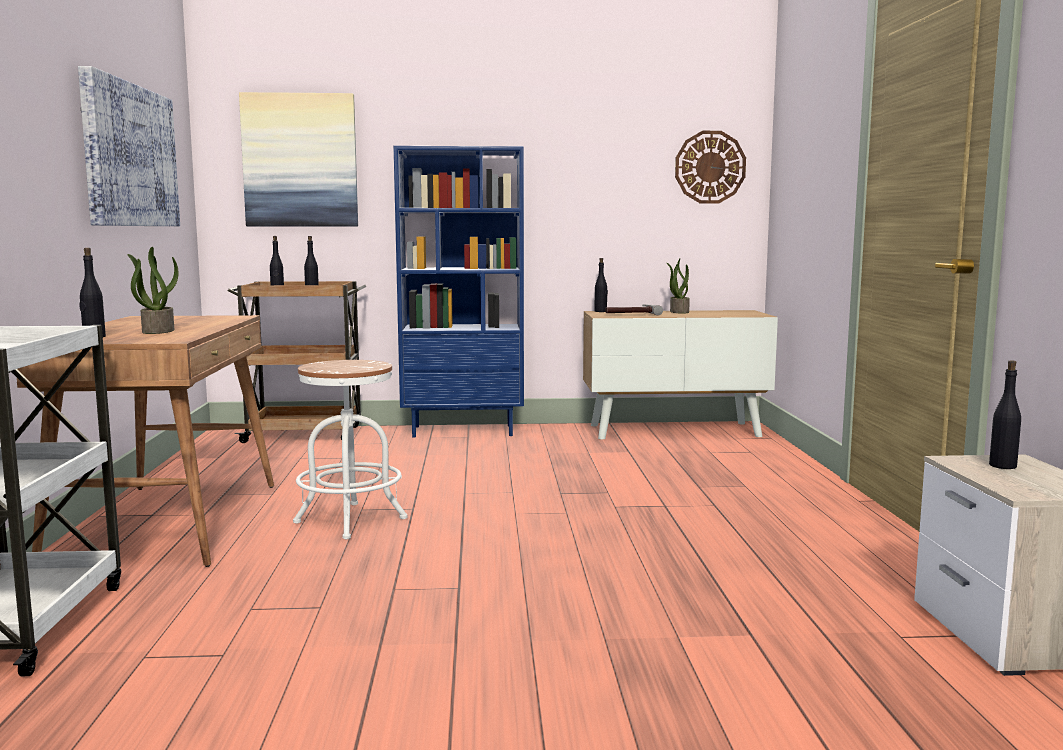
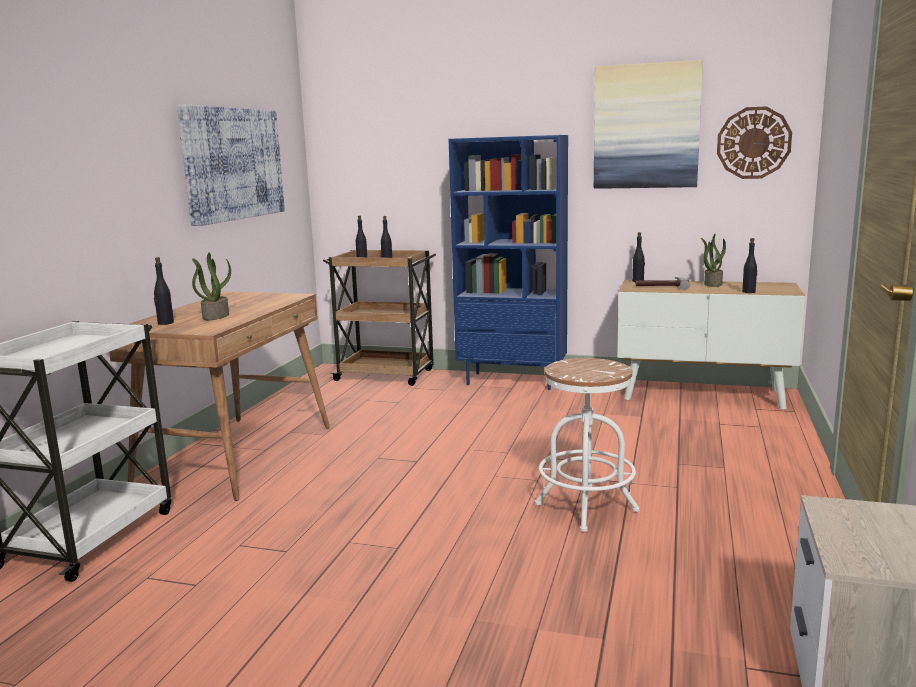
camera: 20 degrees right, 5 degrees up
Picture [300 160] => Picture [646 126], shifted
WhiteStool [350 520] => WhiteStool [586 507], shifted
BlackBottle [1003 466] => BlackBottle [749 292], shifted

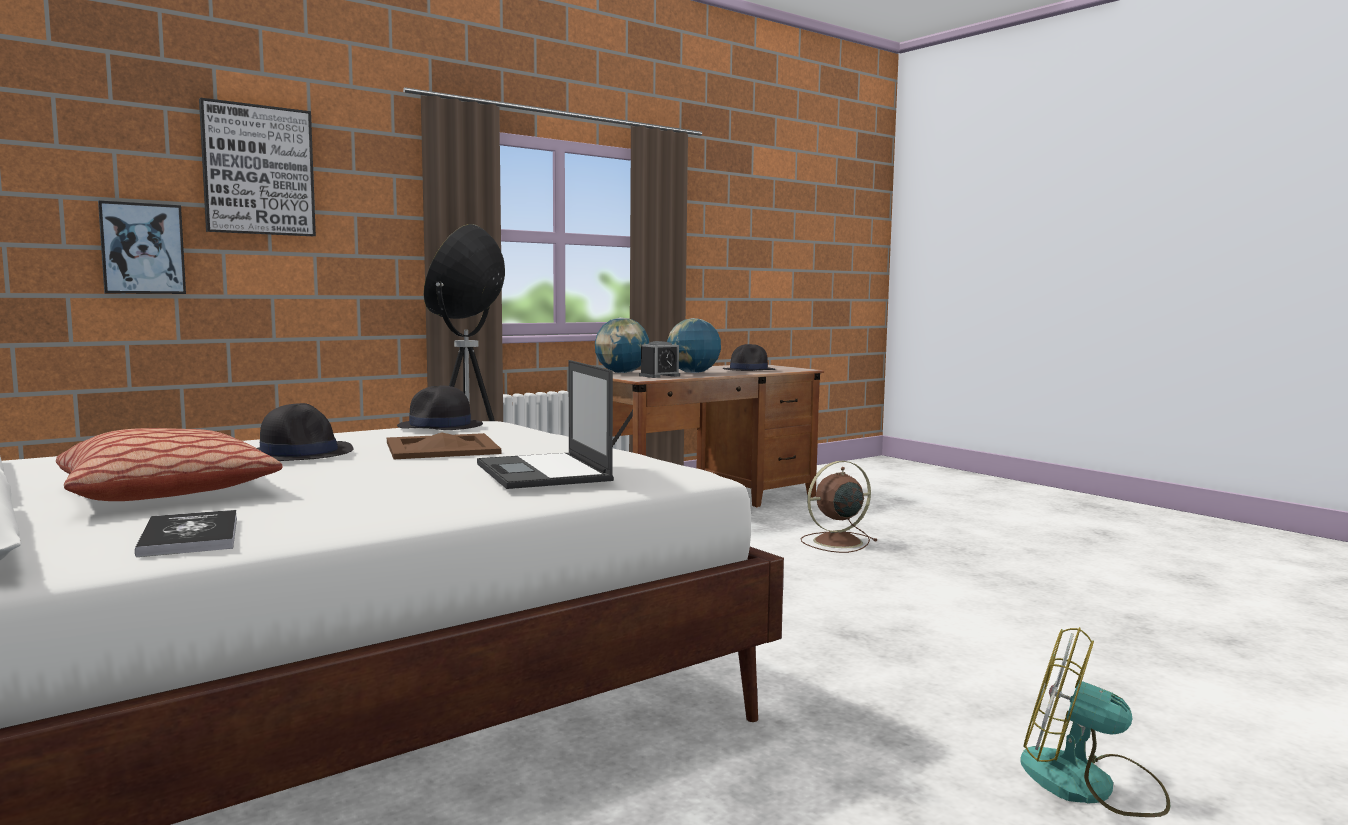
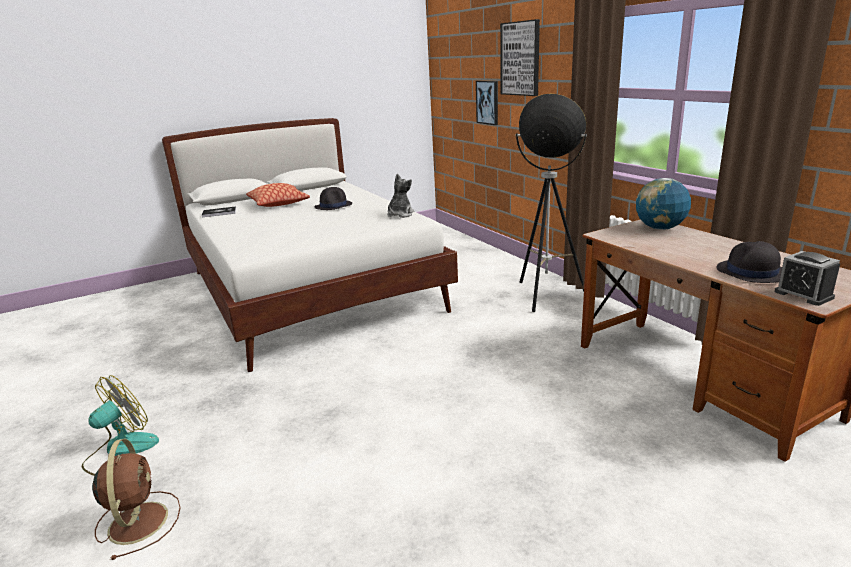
camera: 100 degrees right, 15 degrees up
Globe [693 373] => nothing
AlarmClock [659 376] => AlarmClock [803 295], shifted
Laptop [544 472] => nothing
BlackHat [440 427] => PlushToy [400 214]
BrownTray [441 448] => nothing
BrownFan [835 542] => BrownFan [138 520], shifted

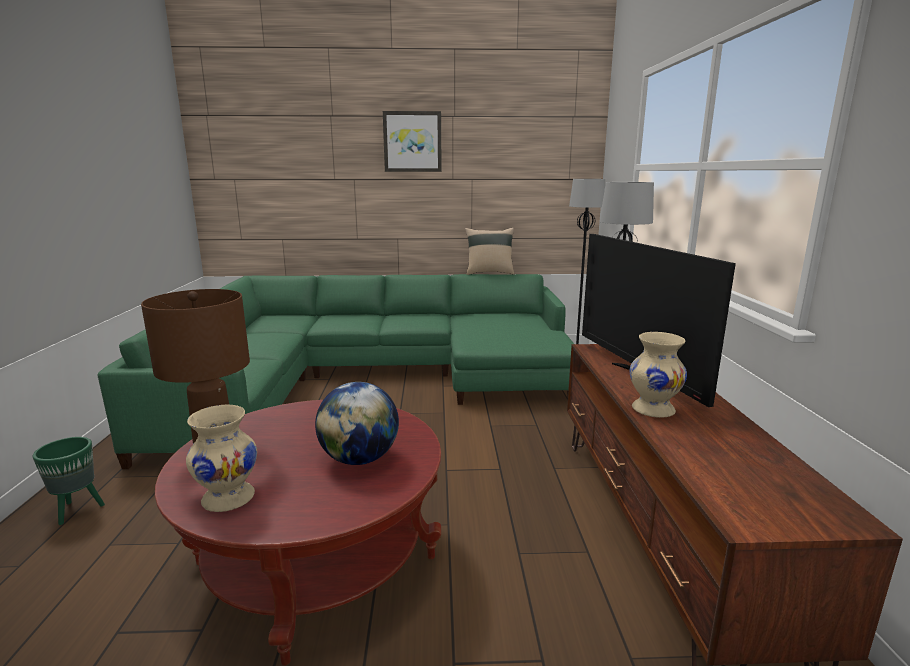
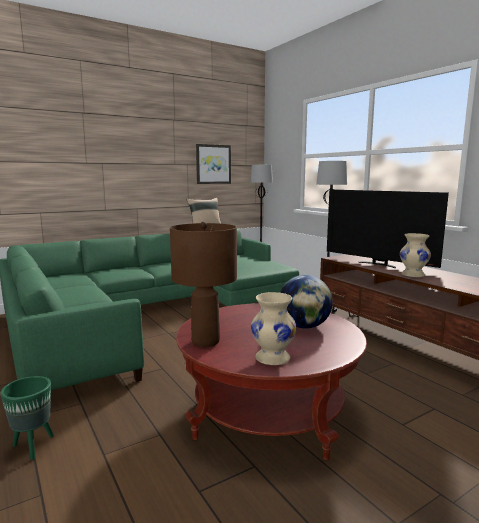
camera: 30 degrees left, 5 degrees down
Picture [412 142] => Picture [213 164], shifted

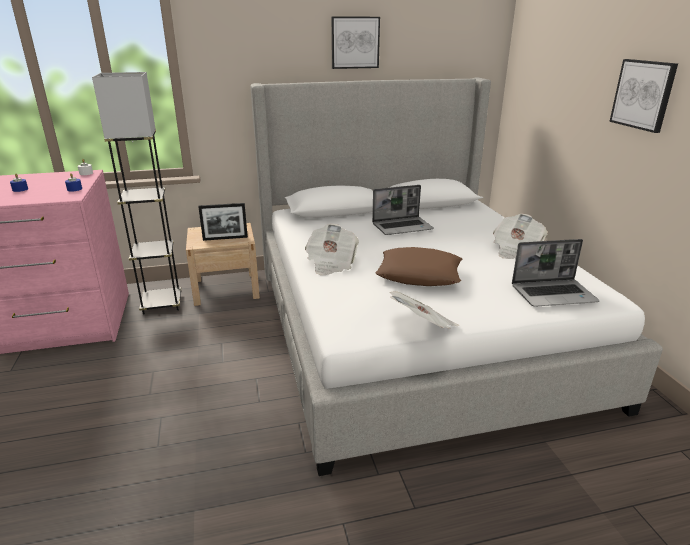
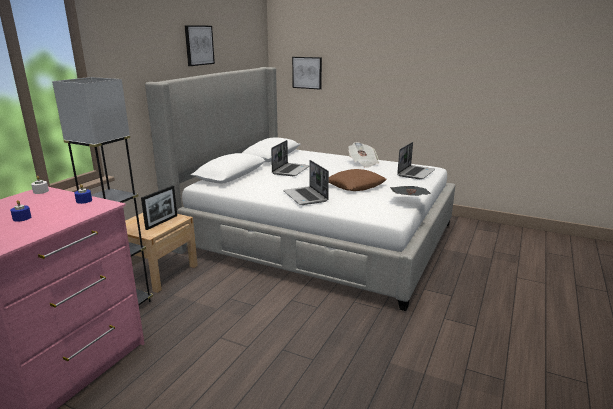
camera: 50 degrees left, 5 degrees down
Picture [643 94] => Picture [307 72], shifted
Newspaper [331 263] => Laptop [306 197]

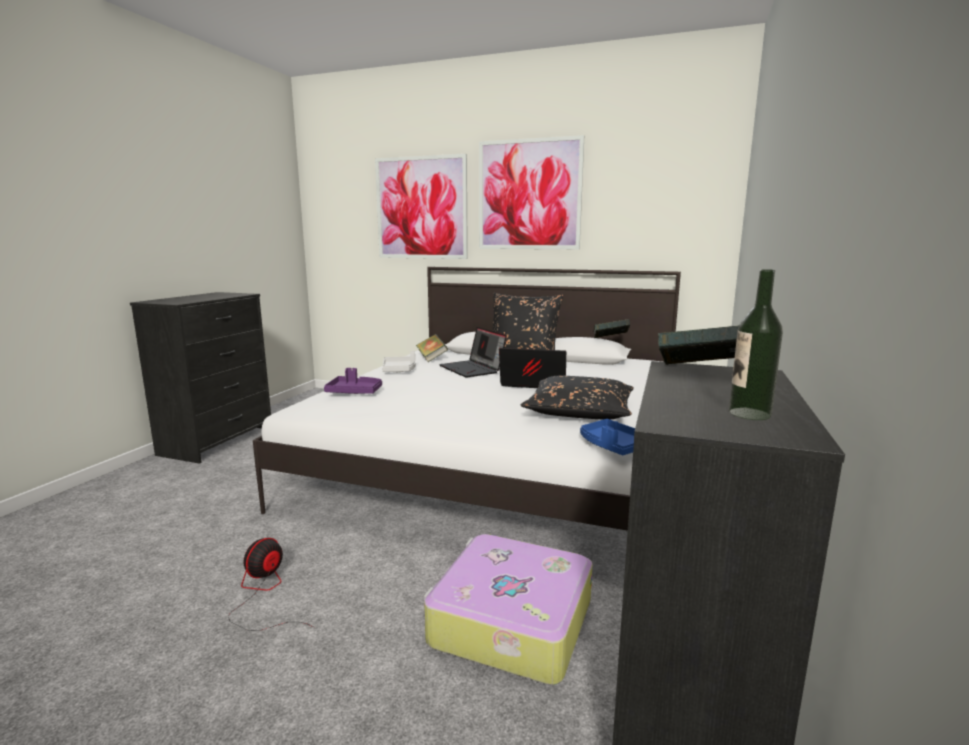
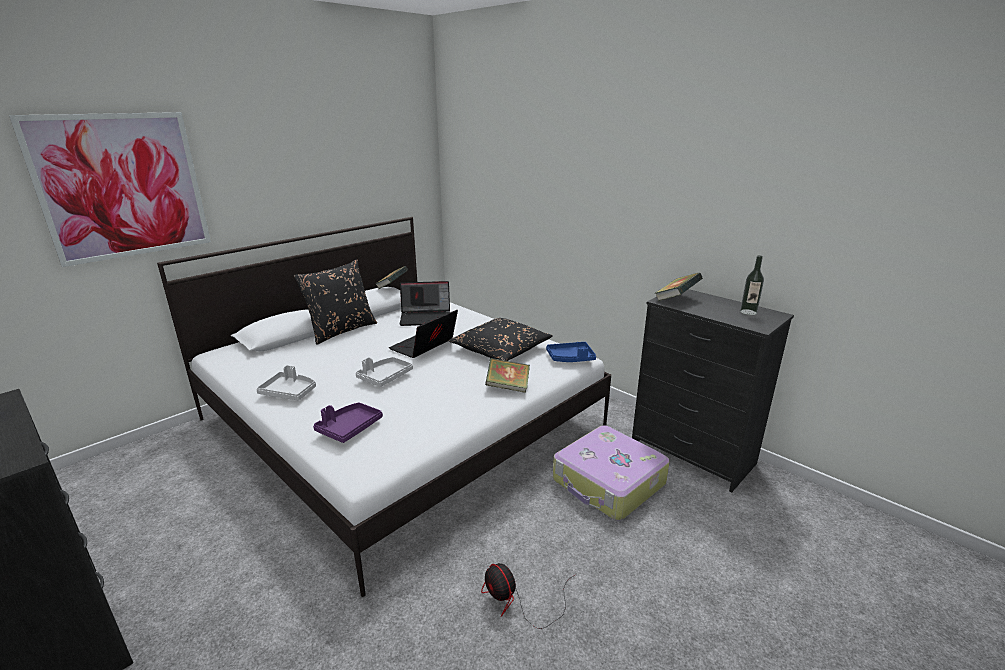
camera: 65 degrees left, 10 degrees up
Picture [529 195] => nothing
Laptop [473 369] => Laptop [426 317], shifted
Book [431 358] => Book [507 387], shifted
nothing => GreyTray [385 377]

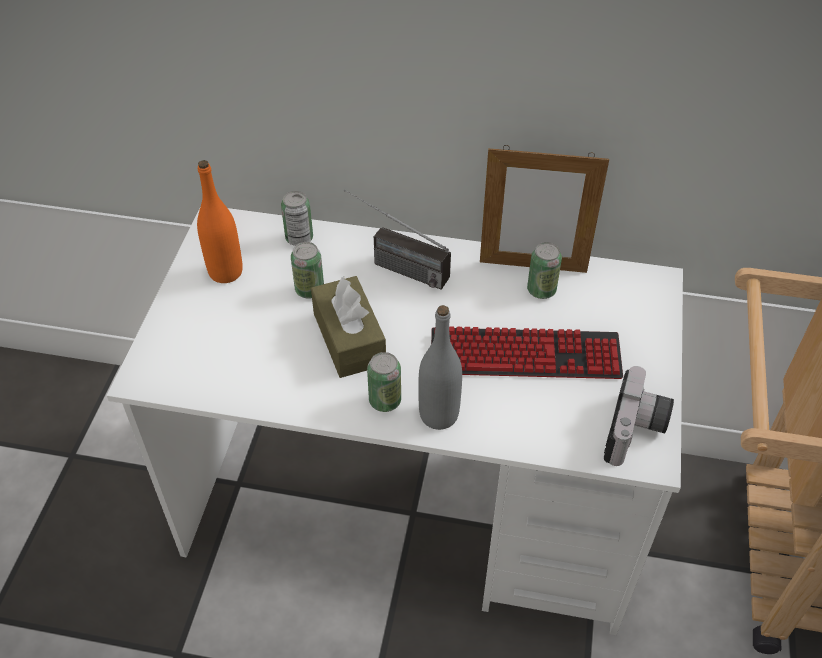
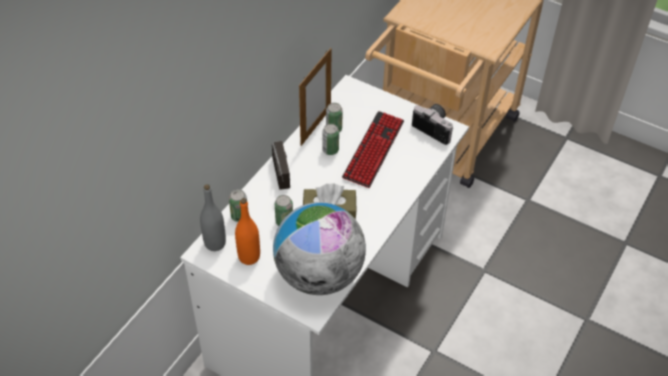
camera: 70 degrees left, 0 degrees up
Radio [392 265] => Radio [284 181], 60 degrees counterclockwise
GreyBottle [439 415] => GreyBottle [215 243], shifted
Can [385 401] => Can [330 150], shifted
nothing => Globe [319 275]

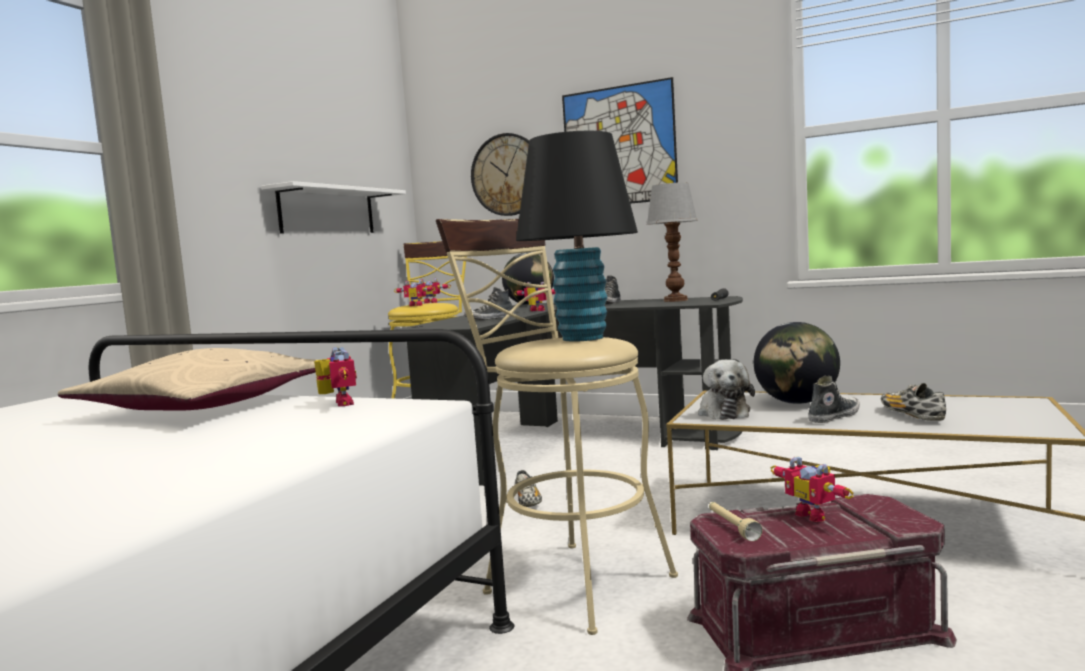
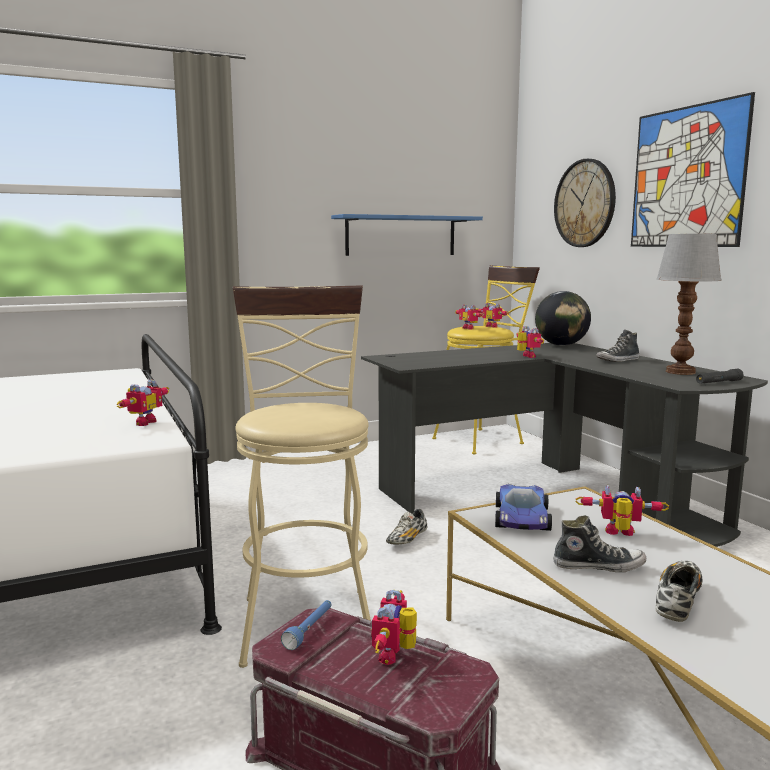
camera: 40 degrees right, 5 degrees up
BlackTableLamp [583 338] => nothing
WhiteShelf [327 211] => BlueShelf [401 235]
Shoe [490 318] => nothing
Globe [797 402] => ToyRobot [620 534]
BeigePillow [208 406] => nothing
PlushToy [723 412] => ToyCar [522 518]
BeigeFlashlight [732 527] => BlueFlashlight [310 630]

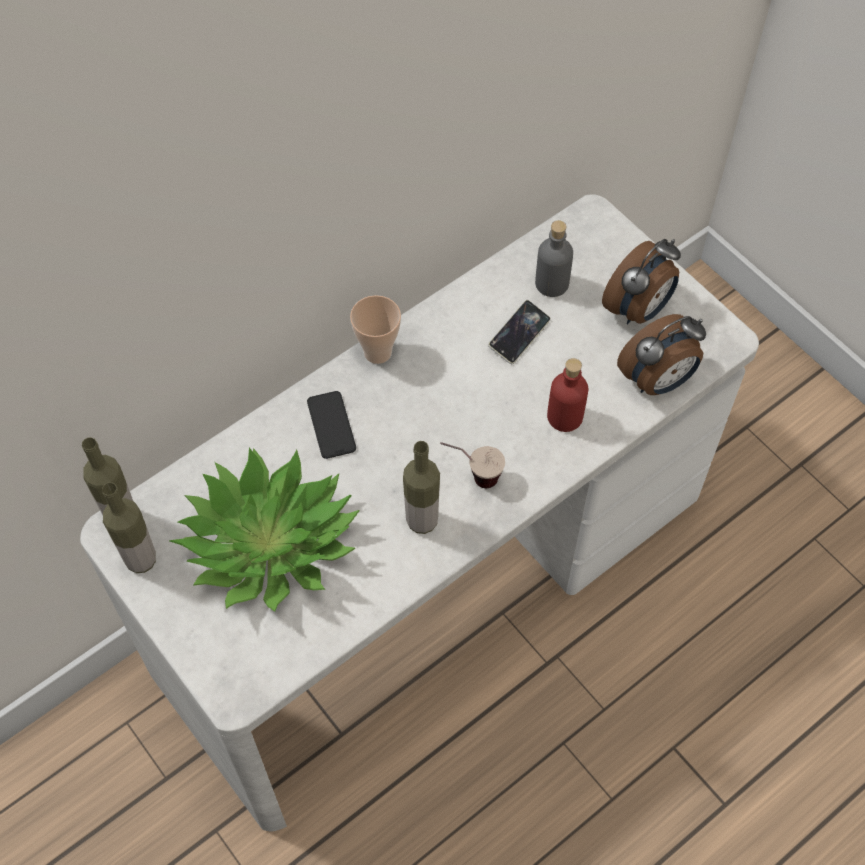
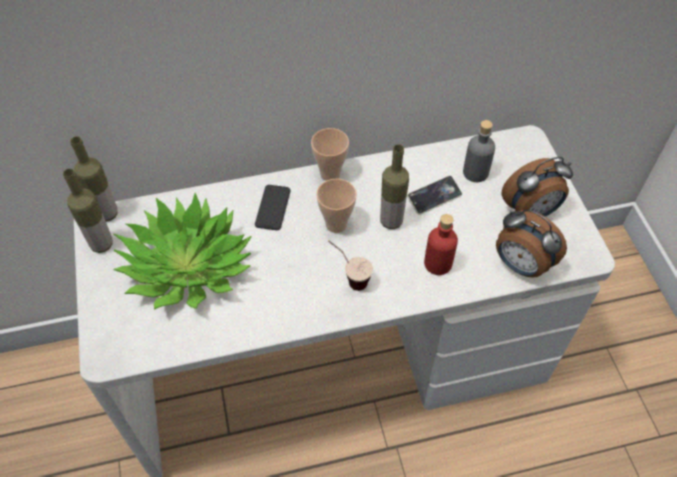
camera: 25 degrees right, 5 degrees down
AlarmClock [657 381] => AlarmClock [520 265], 45 degrees clockwise
Bottle [422 521] => Bottle [391 221], shifted
nothing => Cup [336 224]

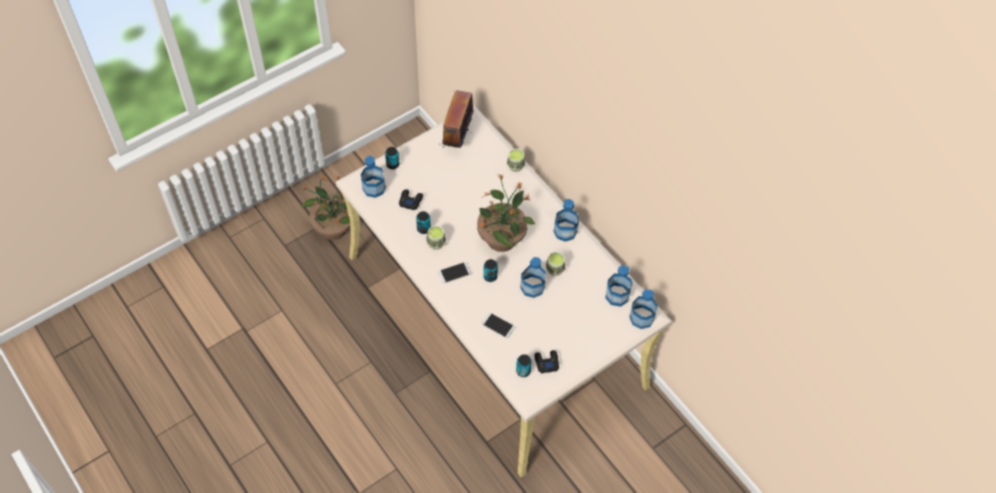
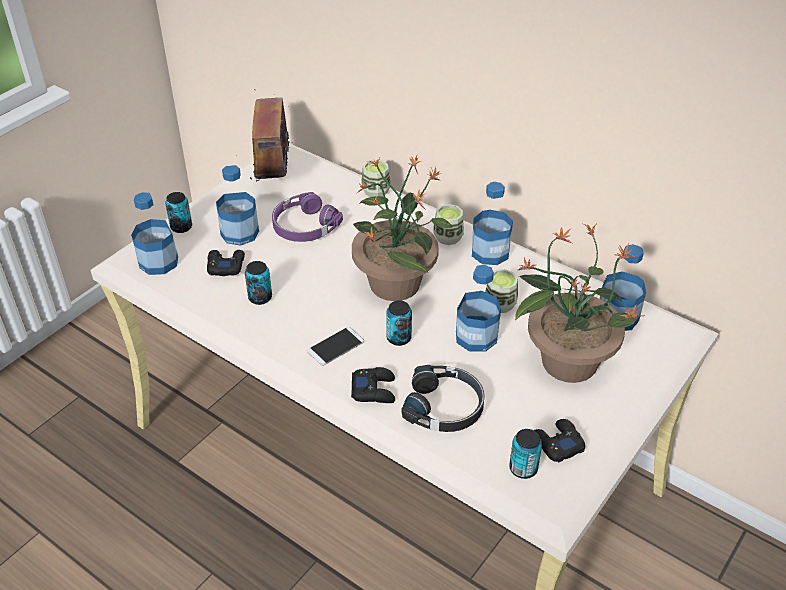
camera: 15 degrees left, 15 degrees down
PottedPlant [333 228] => PottedPlant [567 361], shifted
Cup [436 243] => Cup [448 237], shifted
Bottle [641 318] => Bottle [239 233], shifted
Phone [498 325] => BlackHeadphones [445 407]
nothing => PurpleHeadphones [304 226]
nothing => BlackGameController [374 390]

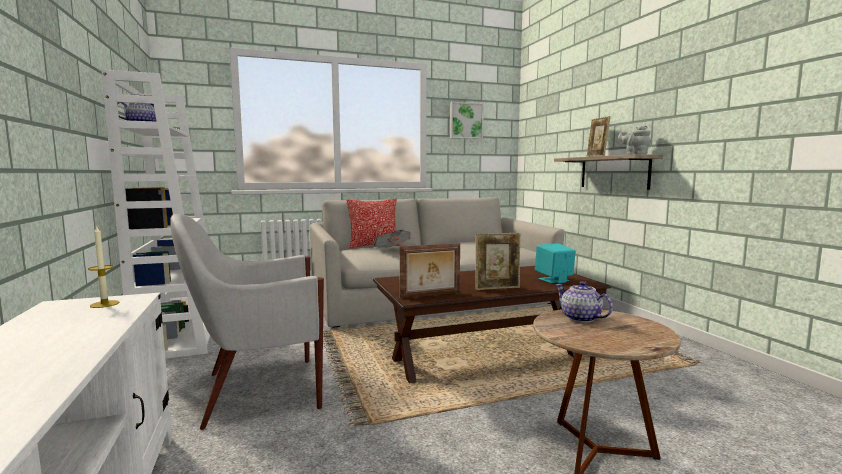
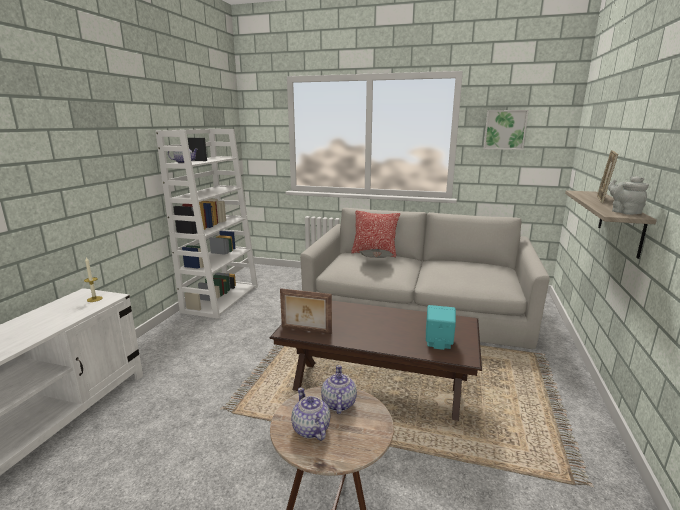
camera: 35 degrees right, 10 degrees up
WhiteArmchair [259 391] => nothing
PictureFrame [497 288] => nothing
nothing => Teapot [310 429]

